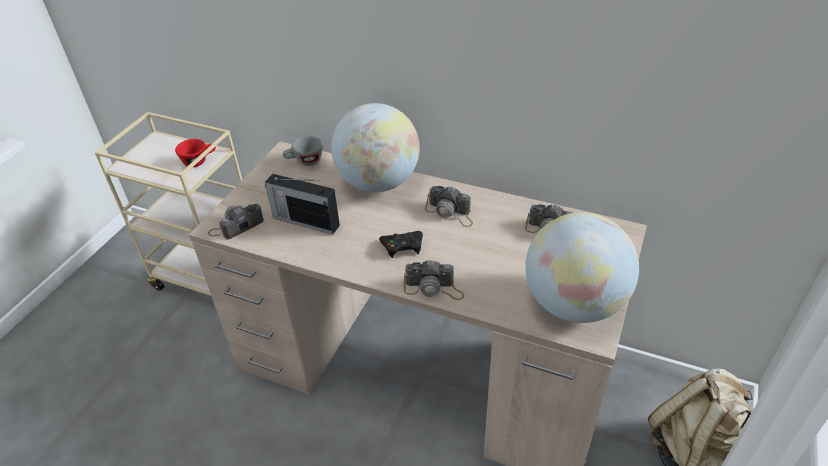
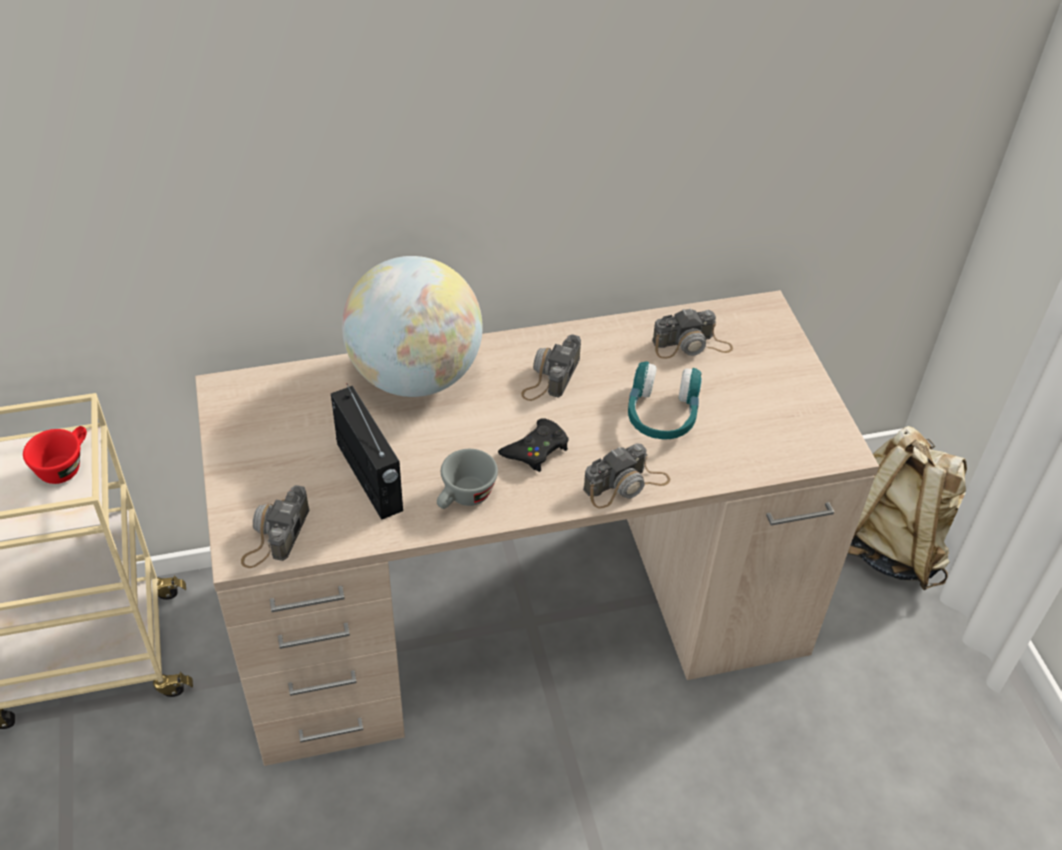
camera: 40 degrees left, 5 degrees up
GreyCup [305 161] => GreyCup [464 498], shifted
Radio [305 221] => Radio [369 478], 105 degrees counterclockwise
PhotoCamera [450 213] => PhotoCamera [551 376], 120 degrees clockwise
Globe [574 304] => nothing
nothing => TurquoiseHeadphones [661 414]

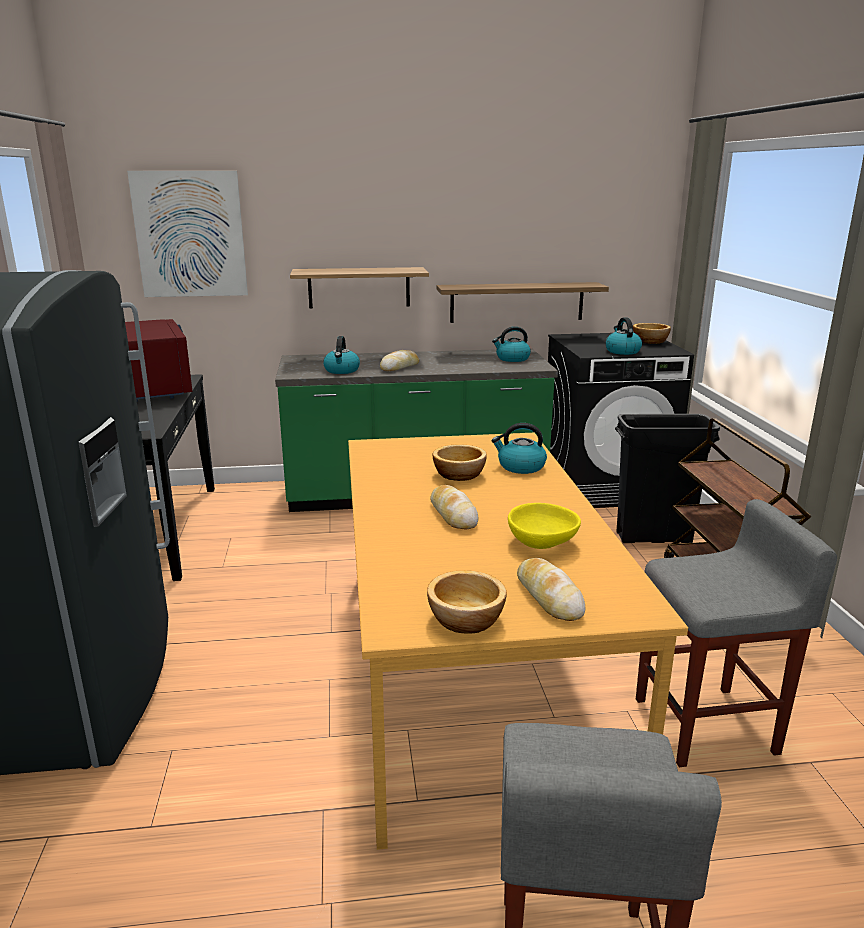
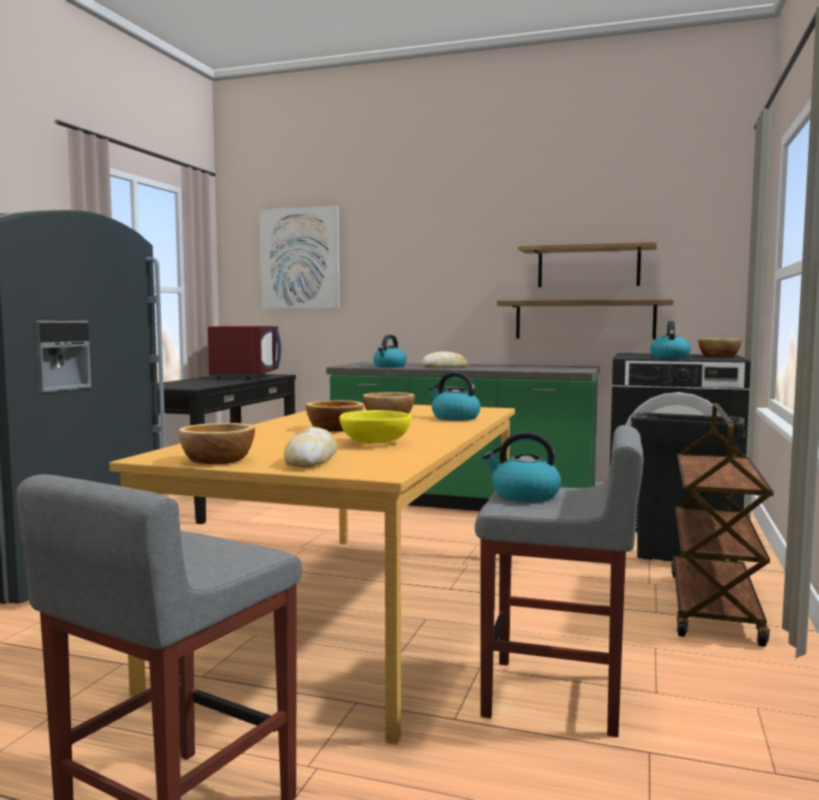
camera: 25 degrees right, 15 degrees down
Shelf [359 287] => Shelf [588 267], shifted
Kettle [512 359] => Kettle [524 495], shifted
Bread [453 514] => Bowl [334 428]

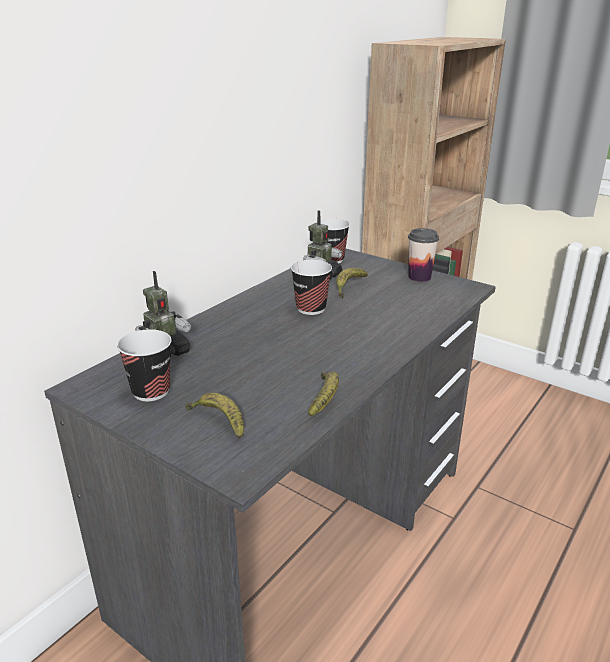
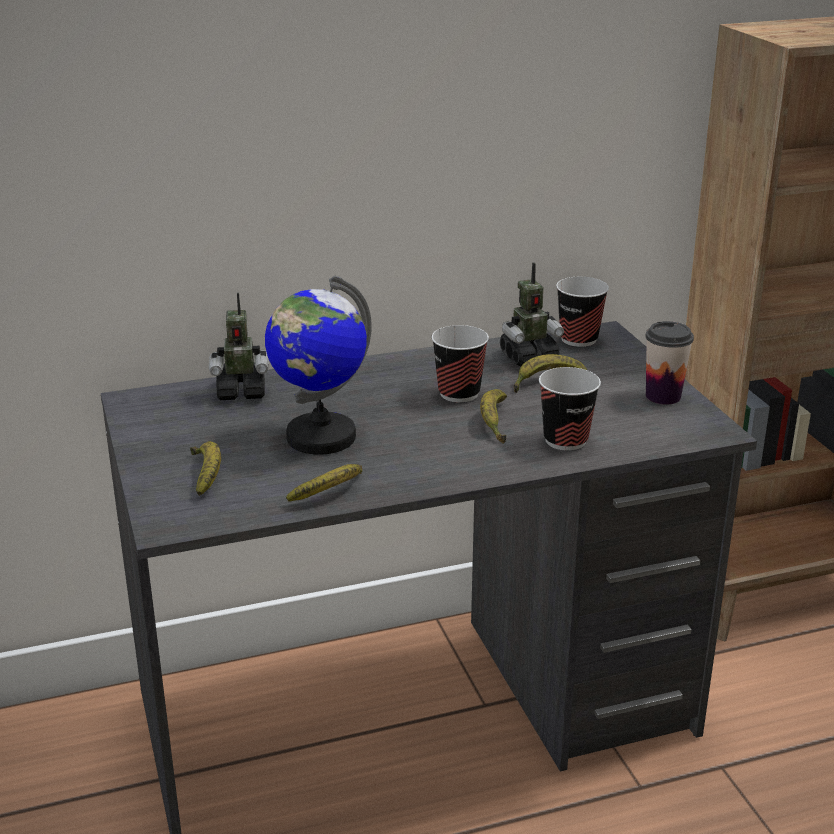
camera: 35 degrees right, 0 degrees up
Cup [151 391] => Cup [565 440], shifted
nothing => Globe [320 437]
nothing => Banana [494 422]

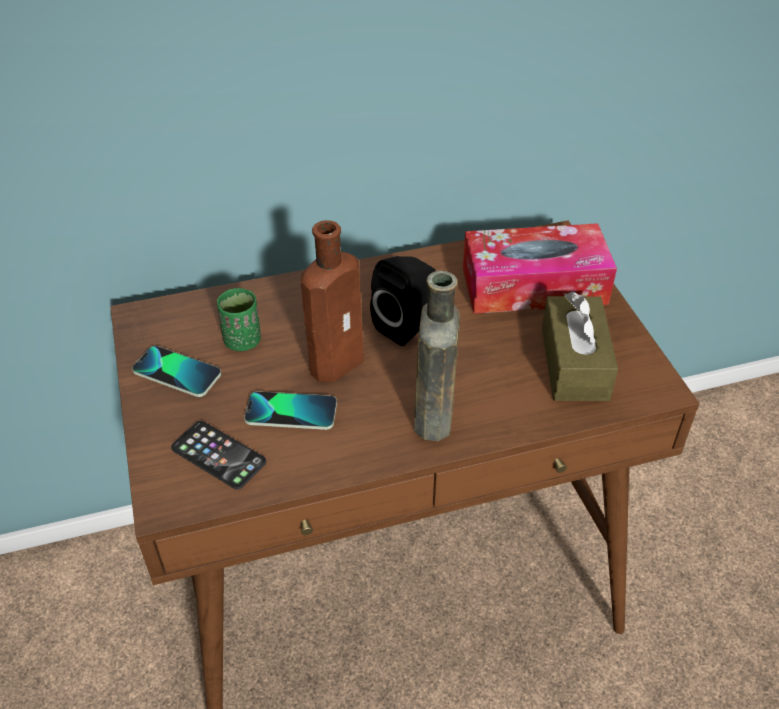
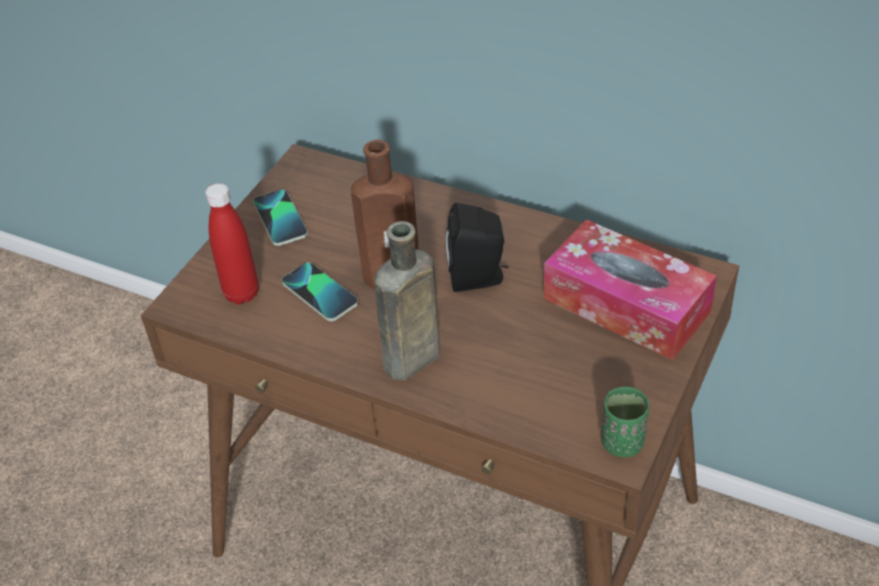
camera: 45 degrees right, 0 degrees up
GreenCup [243 341] => GreenCup [622 443], shifted
BrownTissueBox [574 363] => nothing
Phone [218 455] => RedBottle [241 294]

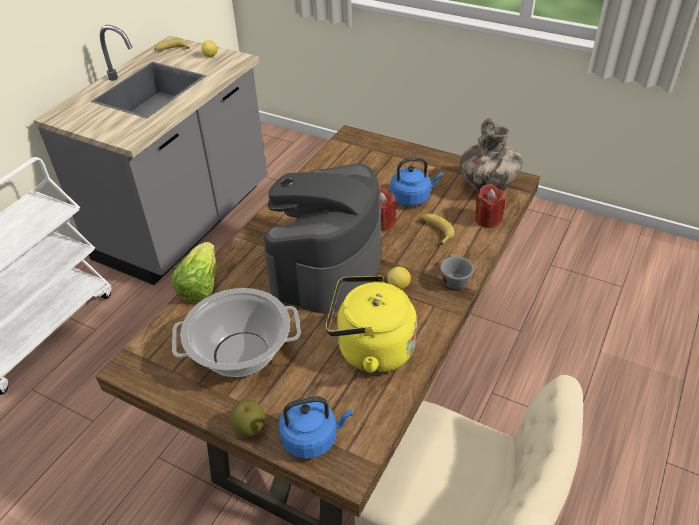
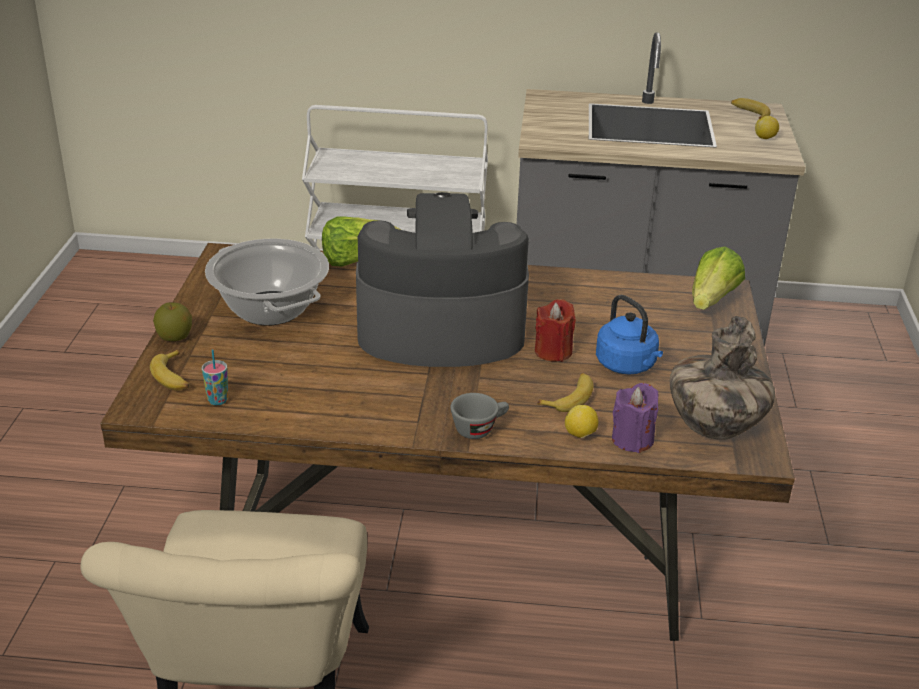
camera: 65 degrees right, 10 degrees down
RedCandle [488 219] => PurpleCandle [632 439]
Lemon [399 286] => Lemon [580 435], shifted
YellowKettle [370 350] => nothing
BlueKettle [312 438] => Banana [174 377]
nothing => Lettuce [712 300]
nothing => Cup [218 400]

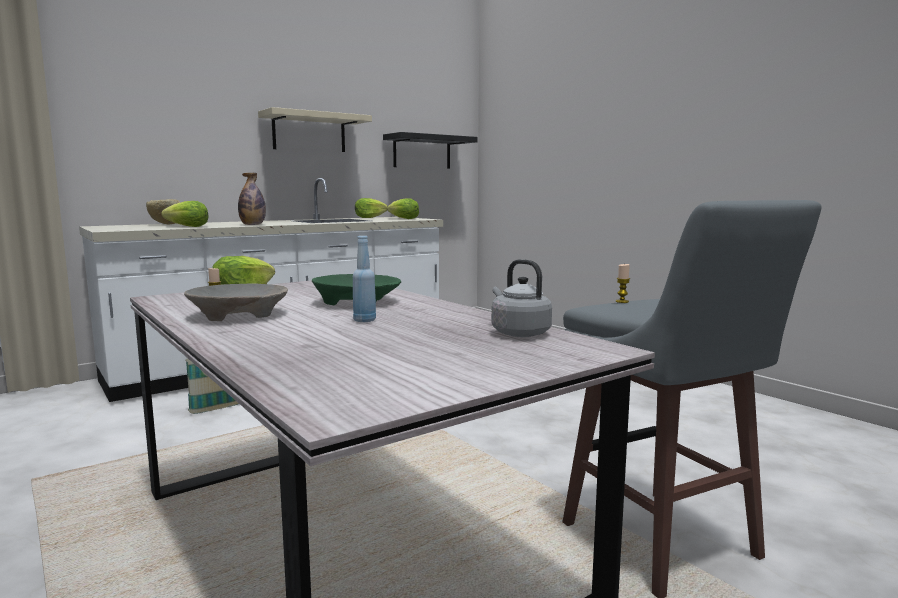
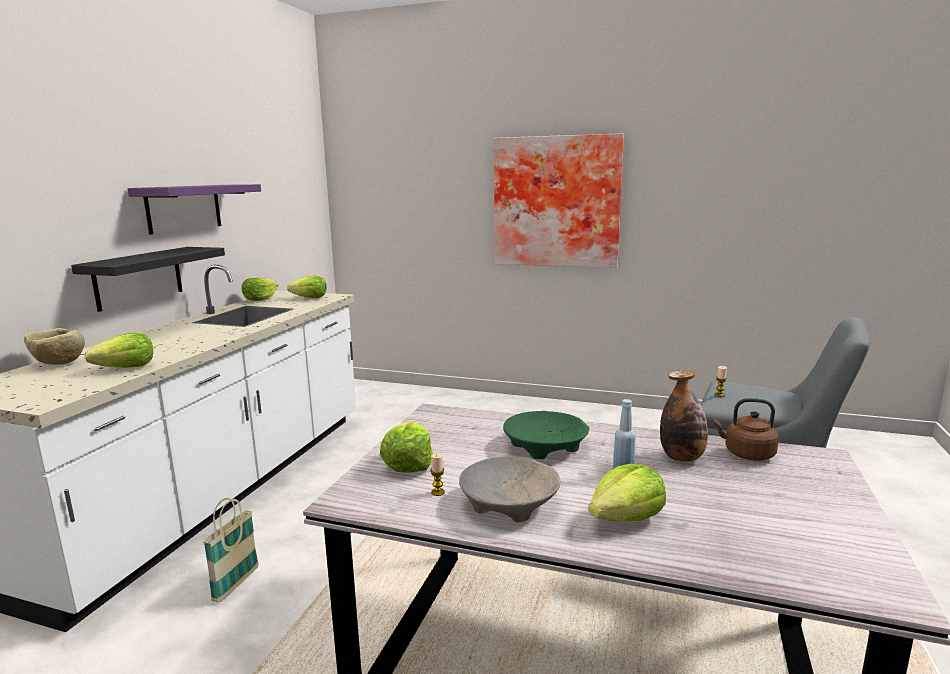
camera: 35 degrees left, 5 degrees up
BeigeShelf [309 133] => PurpleShelf [184 208]
BlackShelf [422 152] => BlackShelf [138 278], shifted
Bottle [252 225] => Bottle [682 457], shifted
GreyKettle [518 333] => BrownKettle [746 454]
nothing => Picture [557 202]
nothing => Lettuce [626 518]

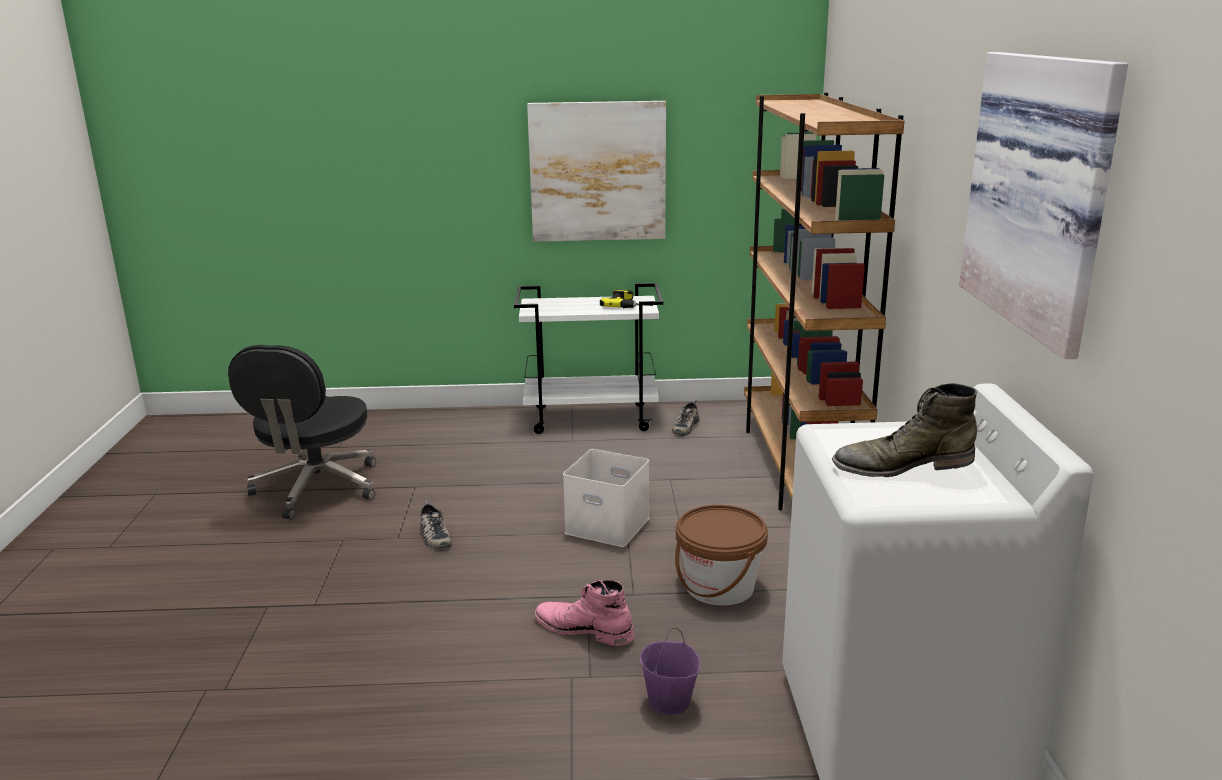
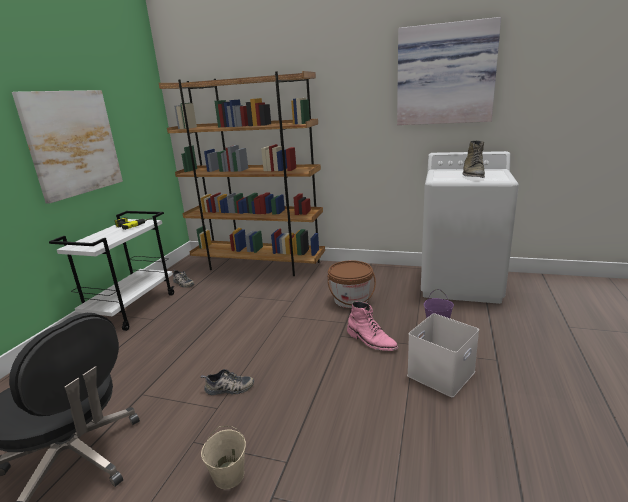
camera: 70 degrees left, 0 degrees up
WhiteStorageBox [609 525] => WhiteStorageBox [440 372], shifted
PinkBoot [583 629] => PinkBoot [371 341], 90 degrees counterclockwise
nothing => BeigeBucket [228 475]

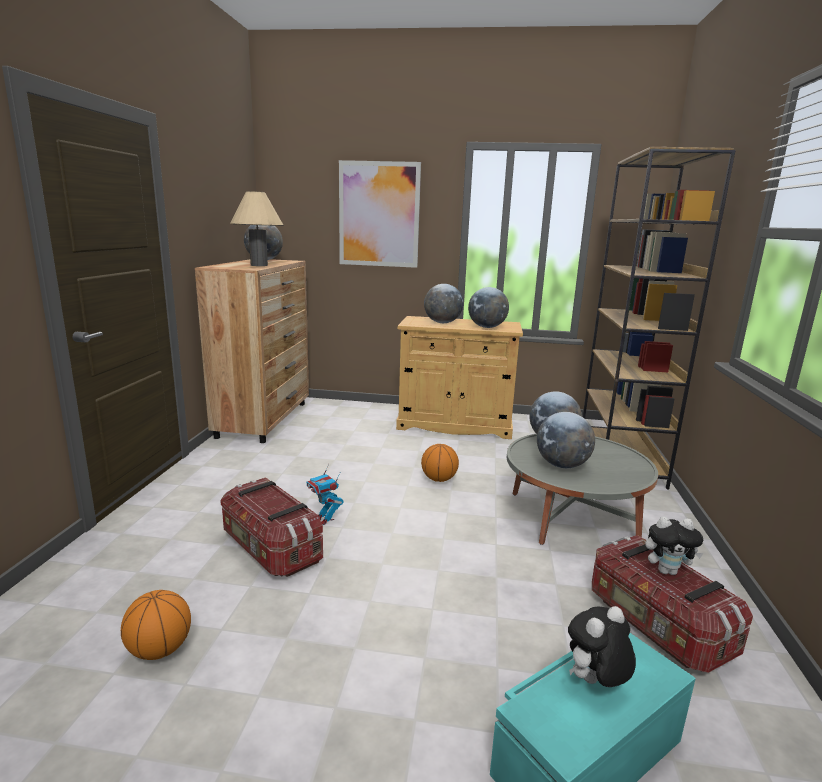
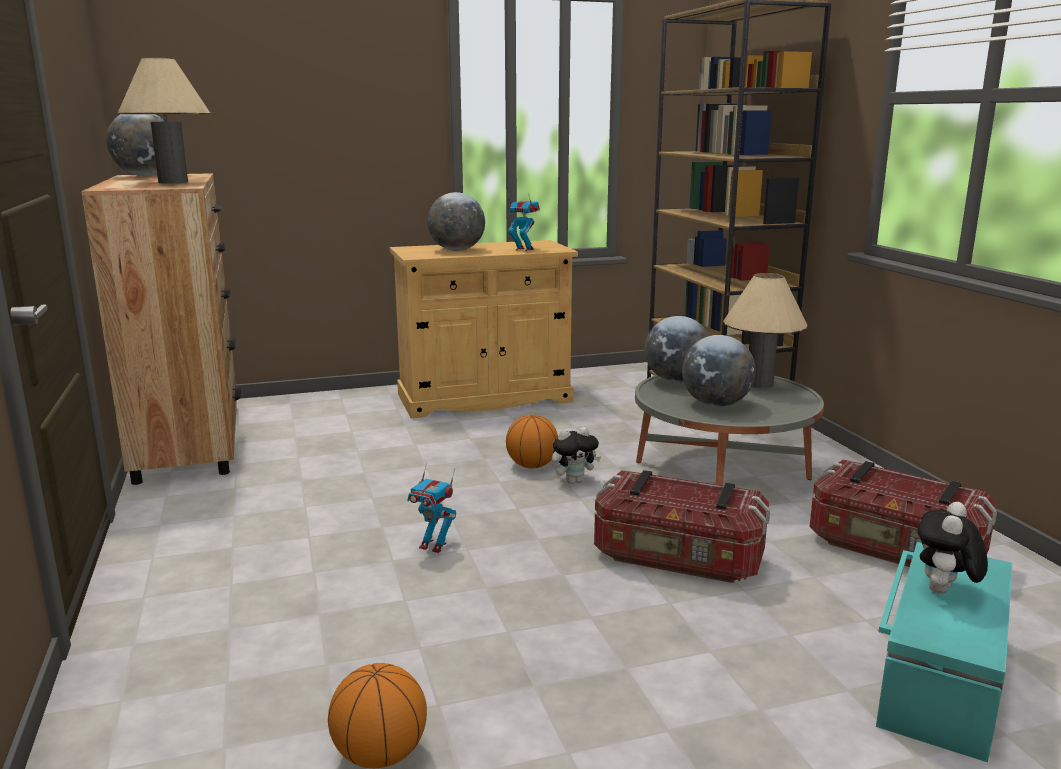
camera: 25 degrees left, 0 degrees up
Picture [379 214] => nothing
Globe [487 327] => ToyRobot [523 249]
StorageBox [270 548] => StorageBox [677 559], shifted
PlushToy [667 571] => PlushToy [574 481], shifted
nothing => BeigeTableLamp [759 384]

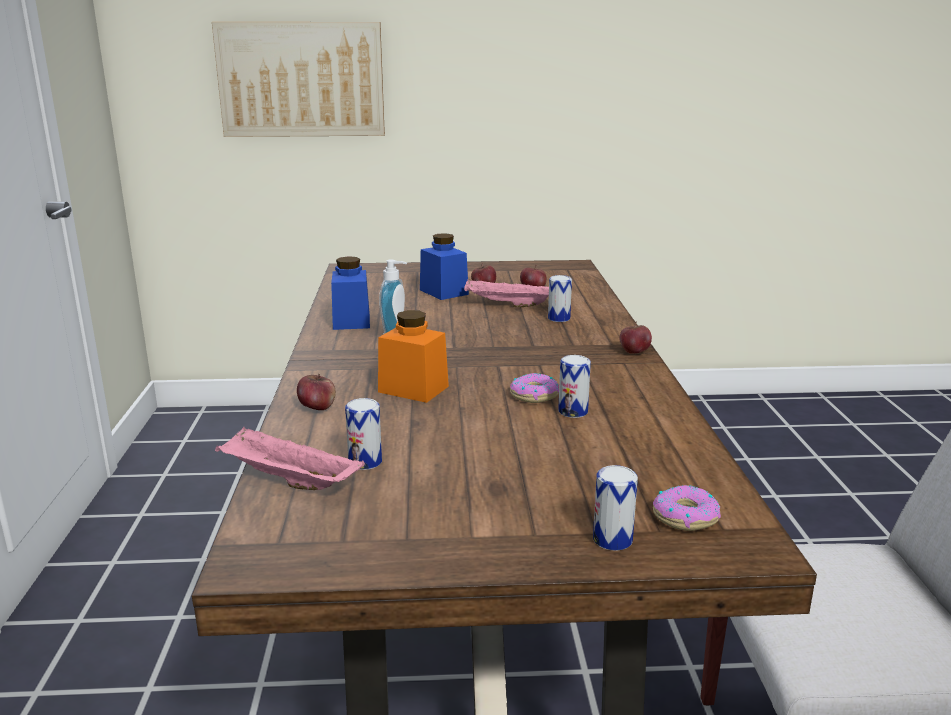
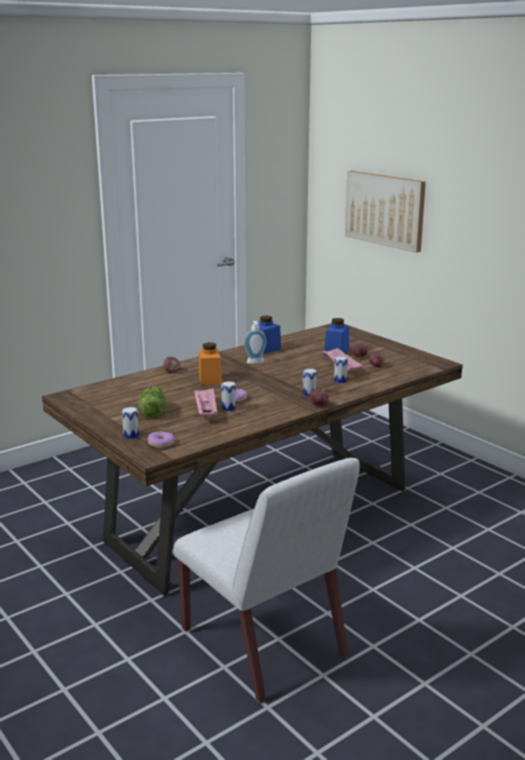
camera: 55 degrees right, 0 degrees up
Can [365 461] => Can [309 394], shifted
PinkTray [287 481] => PinkTray [205 411], shifted
nothing => Lettuce [153 411]

